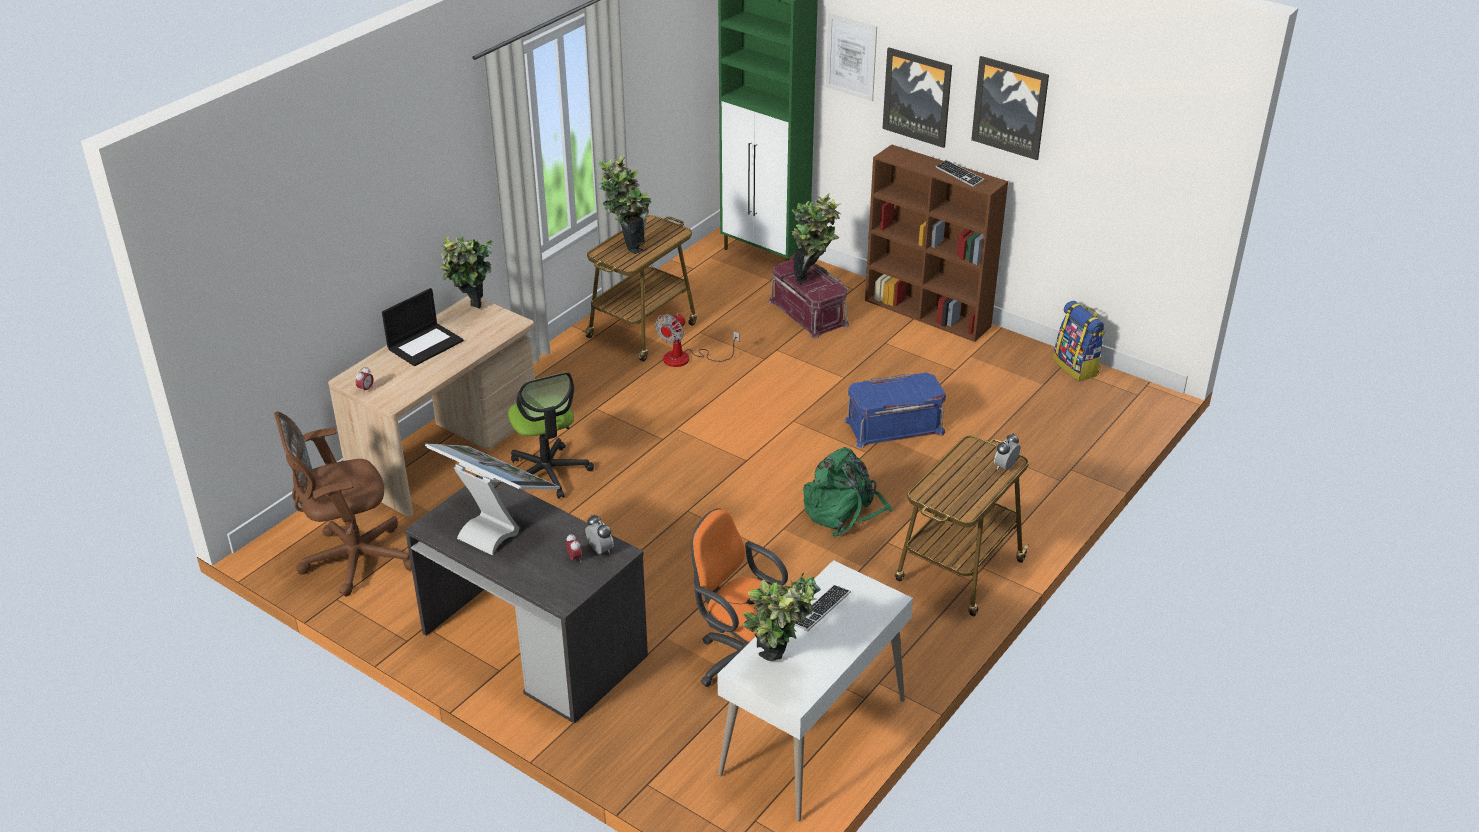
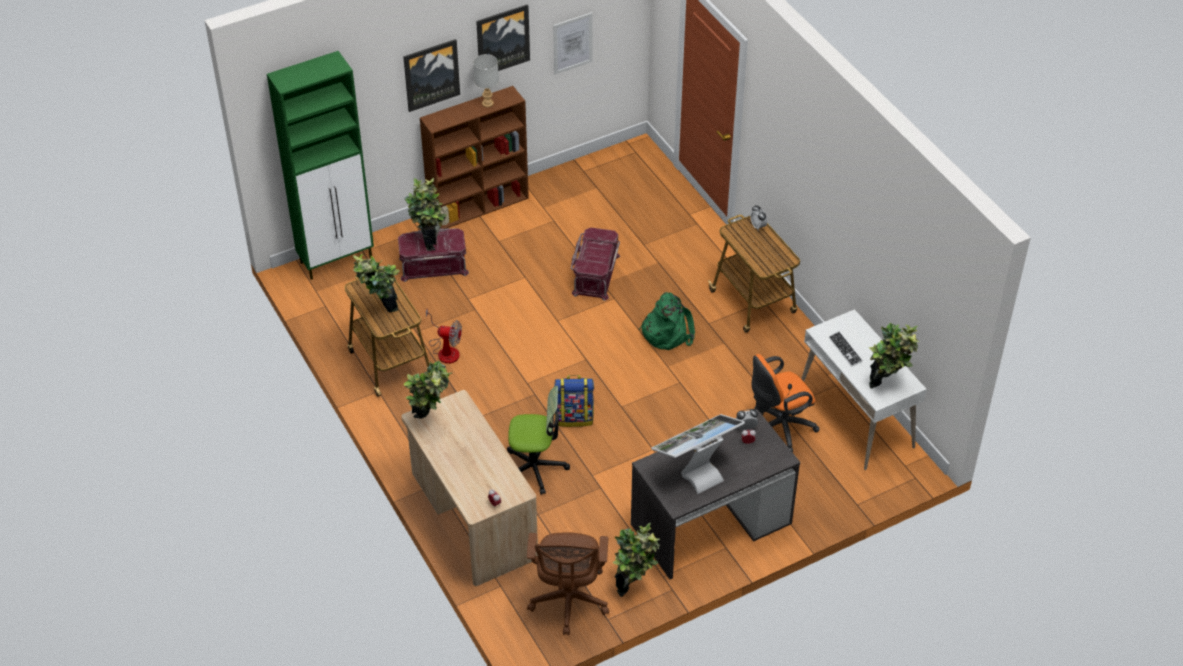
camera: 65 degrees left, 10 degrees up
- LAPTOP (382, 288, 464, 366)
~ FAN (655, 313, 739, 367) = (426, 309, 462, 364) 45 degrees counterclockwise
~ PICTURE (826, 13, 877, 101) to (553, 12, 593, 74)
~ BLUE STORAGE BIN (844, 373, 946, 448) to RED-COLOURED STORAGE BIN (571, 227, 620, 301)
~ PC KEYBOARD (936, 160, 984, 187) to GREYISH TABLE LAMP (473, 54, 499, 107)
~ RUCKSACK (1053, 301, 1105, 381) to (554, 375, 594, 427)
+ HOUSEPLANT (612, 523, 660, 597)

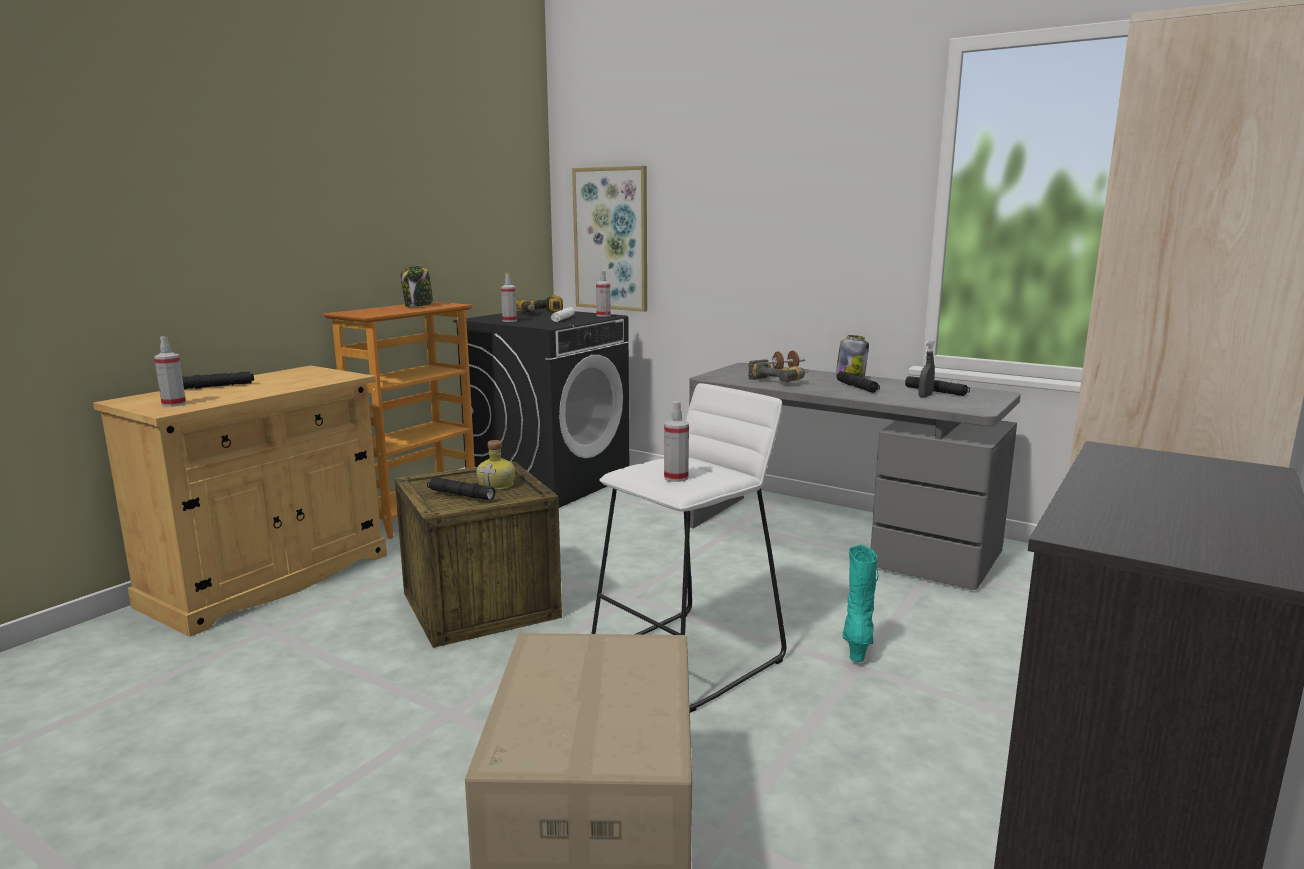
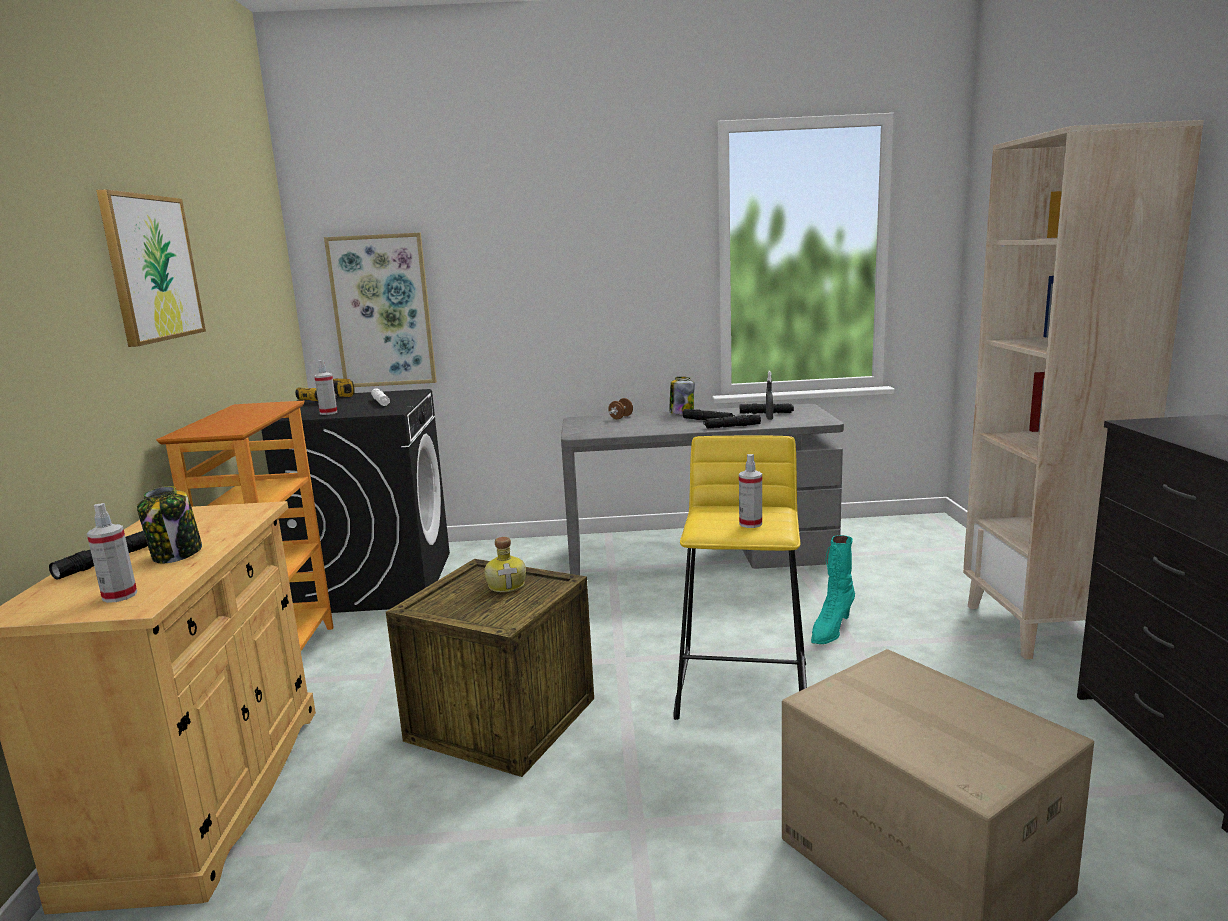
camera: 35 degrees left, 0 degrees up
~ STORAGE JAR (400, 265, 434, 307) to (137, 486, 202, 563)
~ BLACK HAND TORCH (427, 477, 495, 500) to (703, 414, 761, 429)
~ WHITE-COLOURED STOOL (591, 383, 786, 713) to YELLOW-COLOURED STOOL (673, 435, 807, 720)
- SPRAYER (596, 270, 611, 317)
- DRILL (748, 359, 809, 382)
~ BLUE-GREEN BOOT (842, 544, 879, 662) = (811, 535, 855, 644) 120 degrees counterclockwise
+ PICTURE (96, 189, 206, 347)

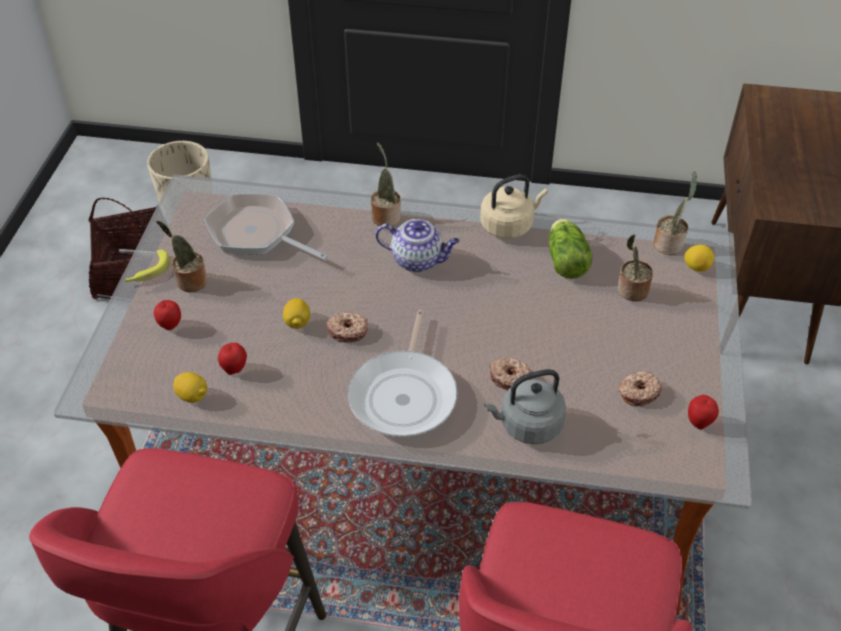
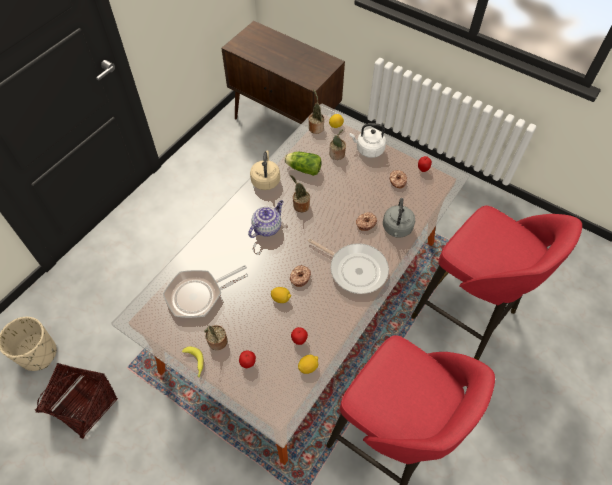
camera: 65 degrees left, 10 degrees up
~ HOUSEPLANT (371, 142, 401, 226) to (290, 175, 310, 212)
+ WHITE-COLOURED KETTLE (350, 123, 386, 158)

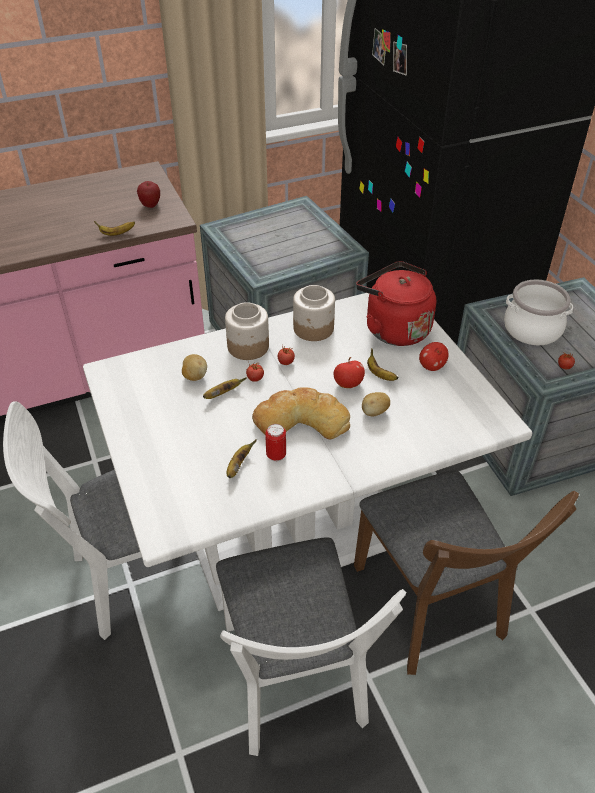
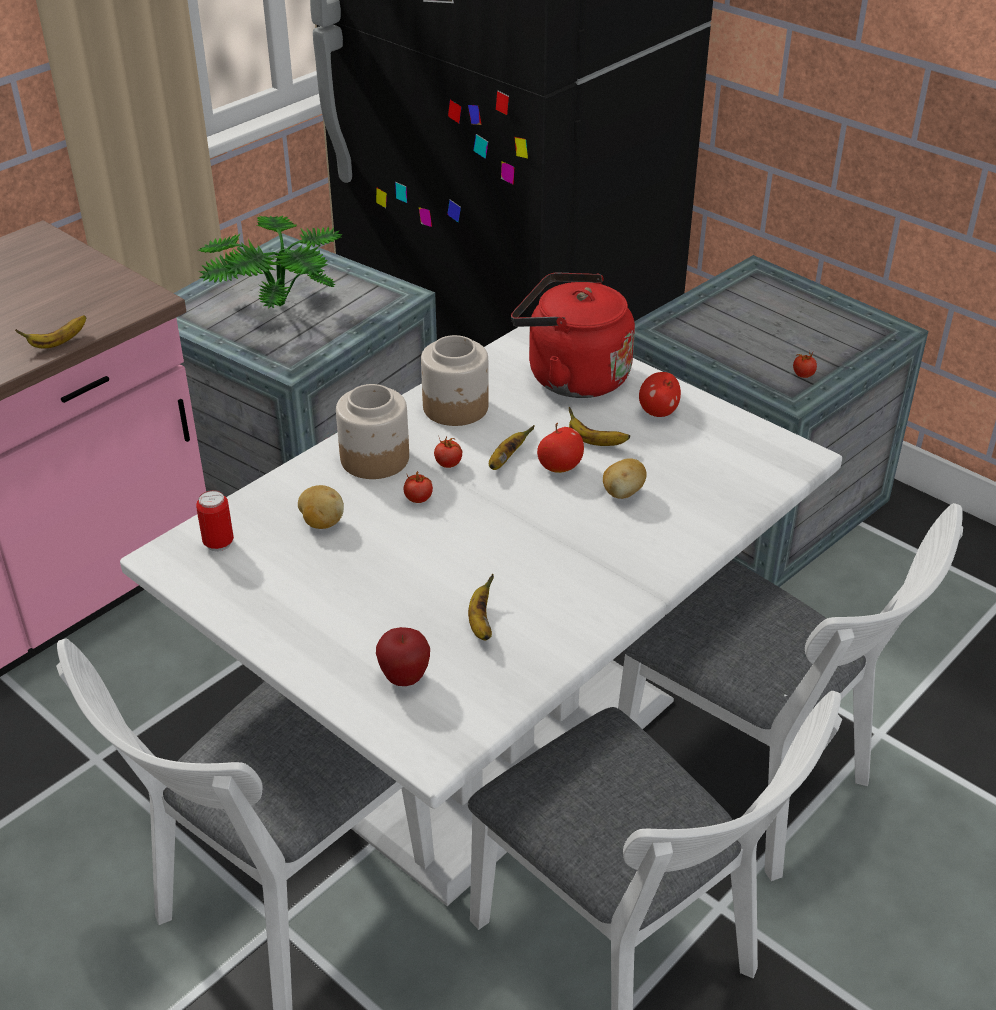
camera: 25 degrees left, 5 degrees down
~ WHOLE APPLE (137, 181, 160, 208) to (376, 627, 430, 686)
~ WHOLE BANANA (203, 377, 247, 399) to (489, 425, 535, 470)
- BAKERY BREAD (252, 387, 350, 439)
~ METAL CAN (265, 424, 286, 462) to (196, 490, 234, 552)
~ BROWN-COLOURED UPRIGHT CHAIR (354, 470, 579, 675) to WHITE-COLOURED UPRIGHT CHAIR (618, 503, 963, 881)
- STOCKPOT (504, 280, 573, 345)
+ HOUSEPLANT (197, 216, 343, 309)

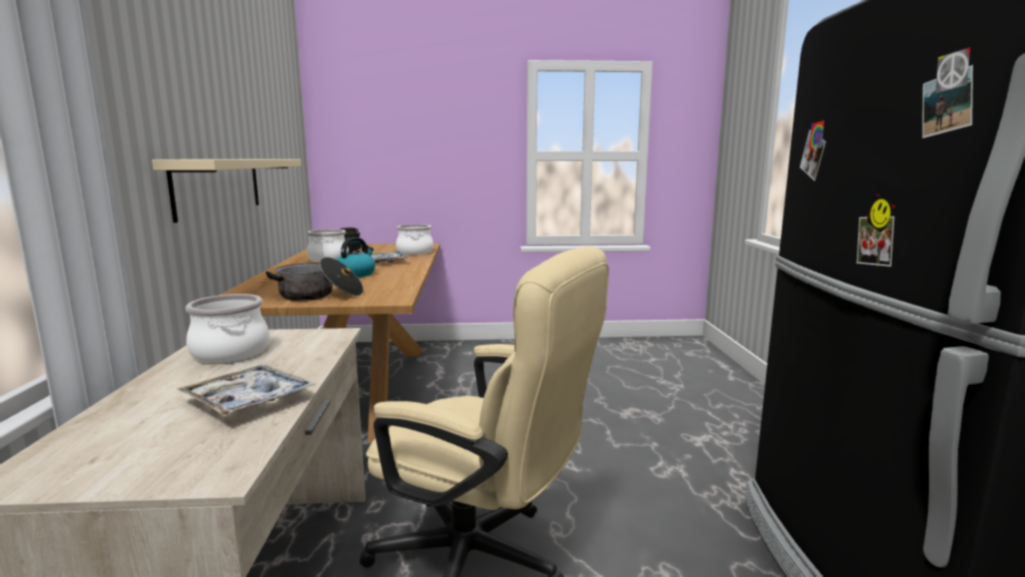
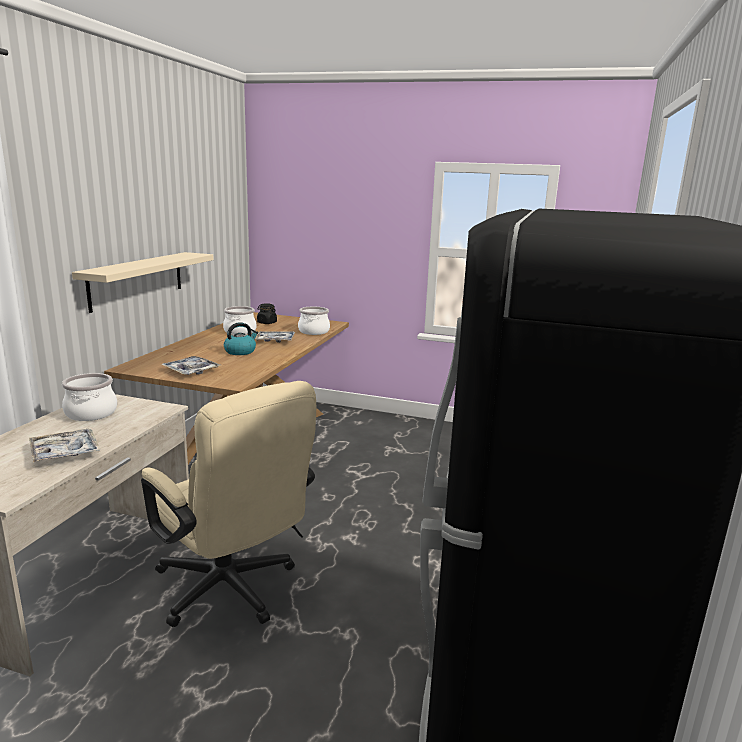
camera: 20 degrees right, 5 degrees up
~ STOCKPOT (266, 257, 363, 301) to CARRYING TRAY (161, 356, 220, 375)

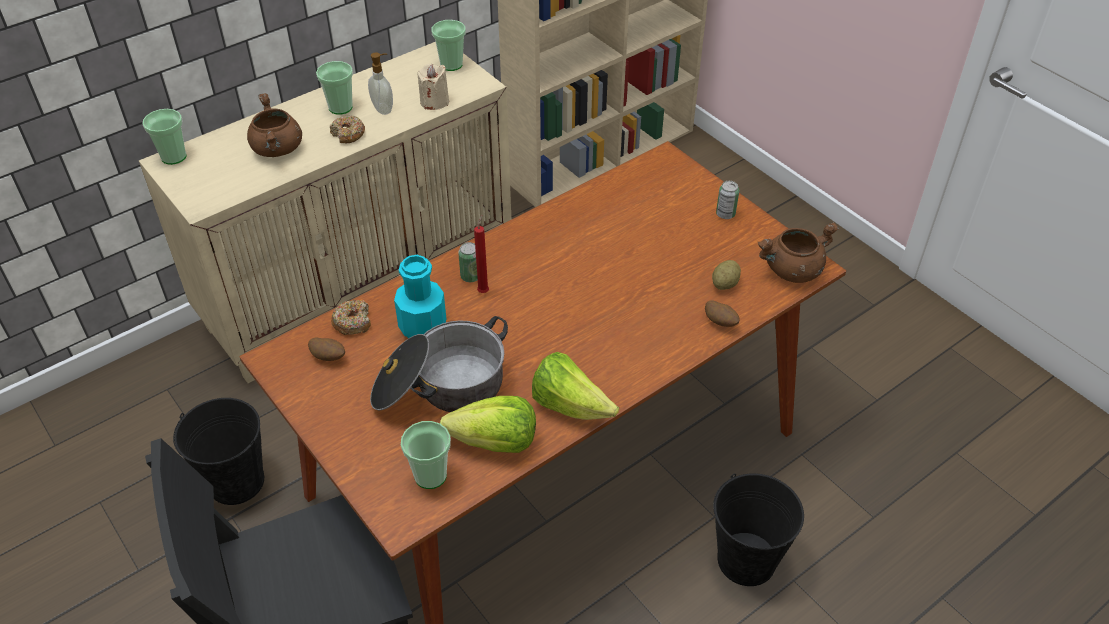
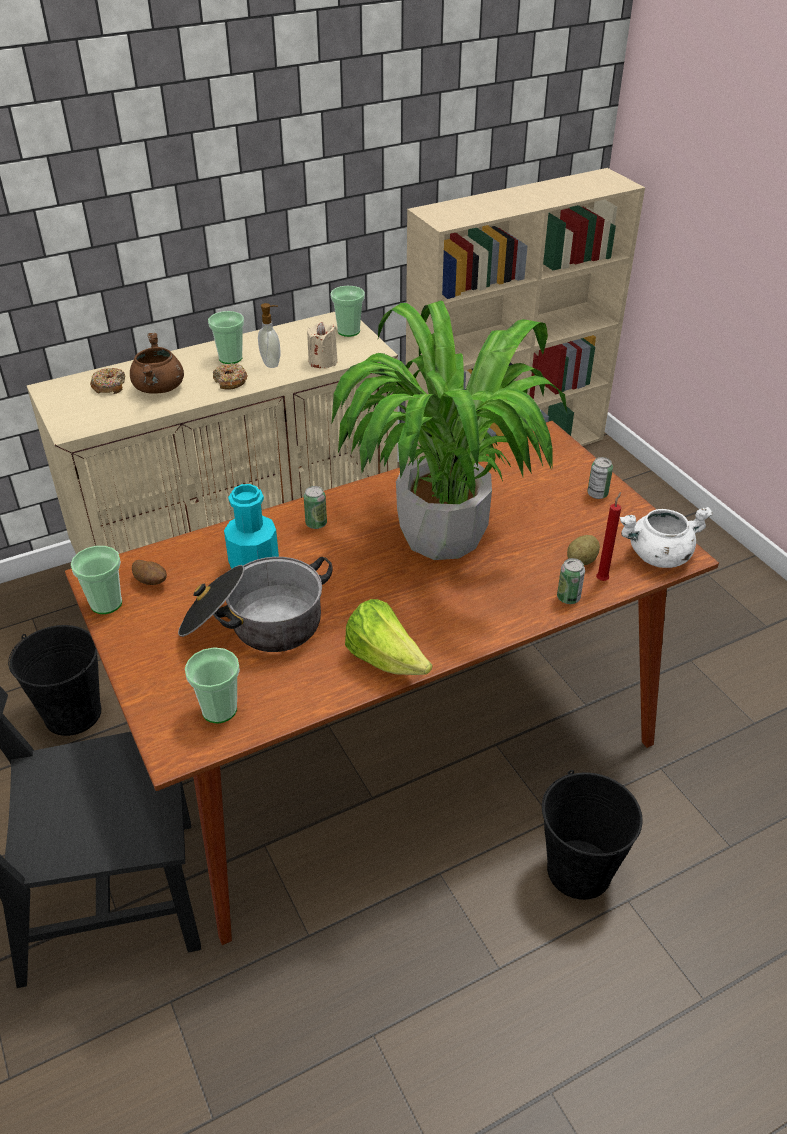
camera: 10 degrees right, 5 degrees down
~ CUP (143, 109, 187, 165) to (71, 546, 122, 614)
~ RING DOUGHNUT (331, 300, 371, 335) to (90, 368, 125, 394)
- HEAD OF LETTUCE (440, 396, 536, 453)
~ RED-COLOURED WAX CANDLE (474, 215, 489, 293) to (596, 492, 621, 581)
~ WHOLE POTATO (705, 300, 739, 327) to METAL CAN (557, 558, 585, 604)
~ BROWN-COLOURED STOCKPOT (758, 222, 839, 283) to WHITE-COLOURED STOCKPOT (620, 507, 713, 568)
+ HOUSEPLANT (332, 301, 567, 560)

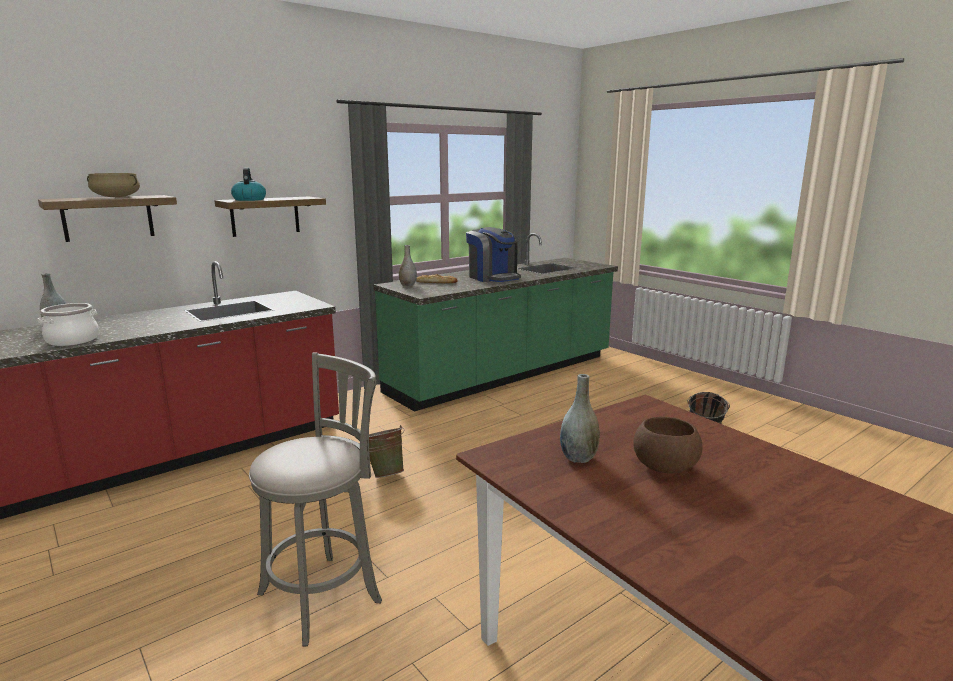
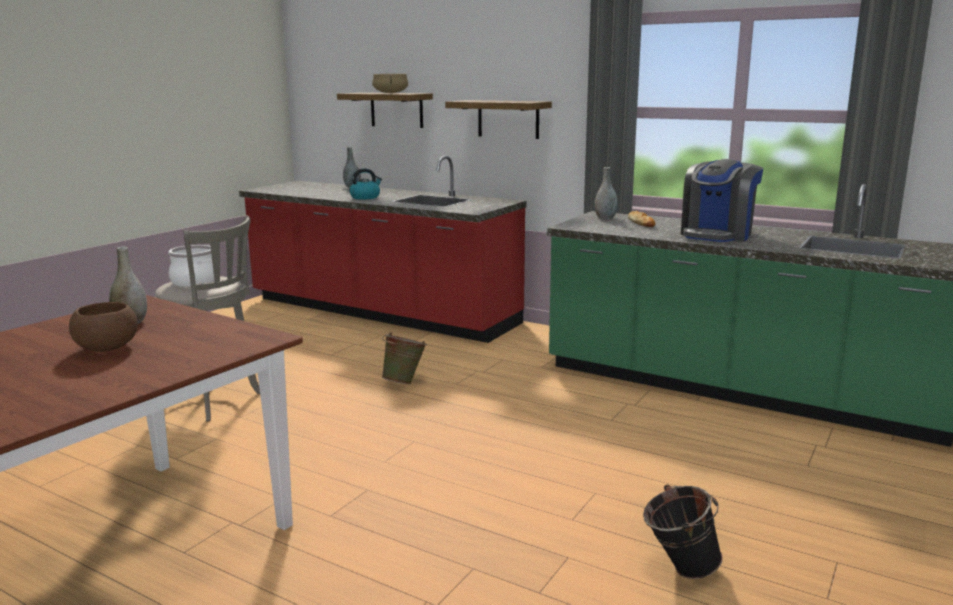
camera: 70 degrees right, 0 degrees up
~ STOCKPOT (38, 303, 99, 346) to (168, 245, 215, 287)
~ KETTLE (231, 167, 266, 201) to (349, 169, 382, 200)

